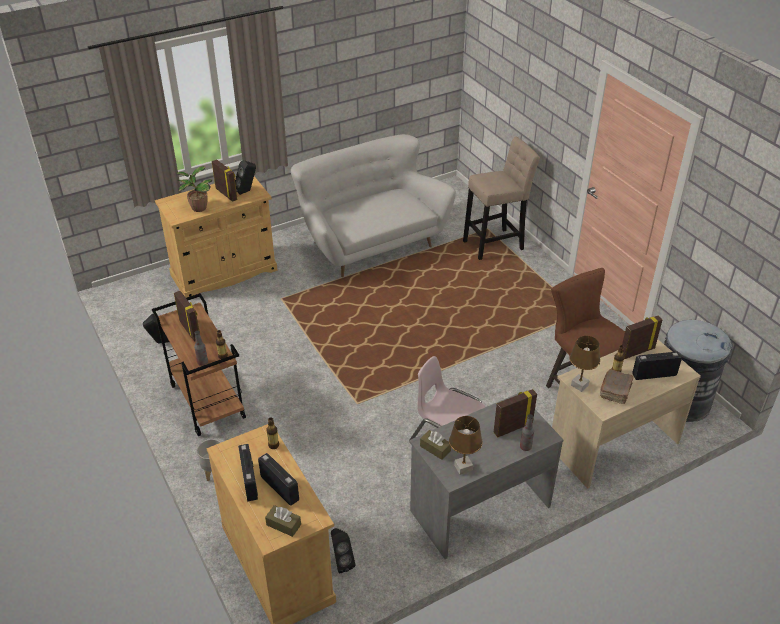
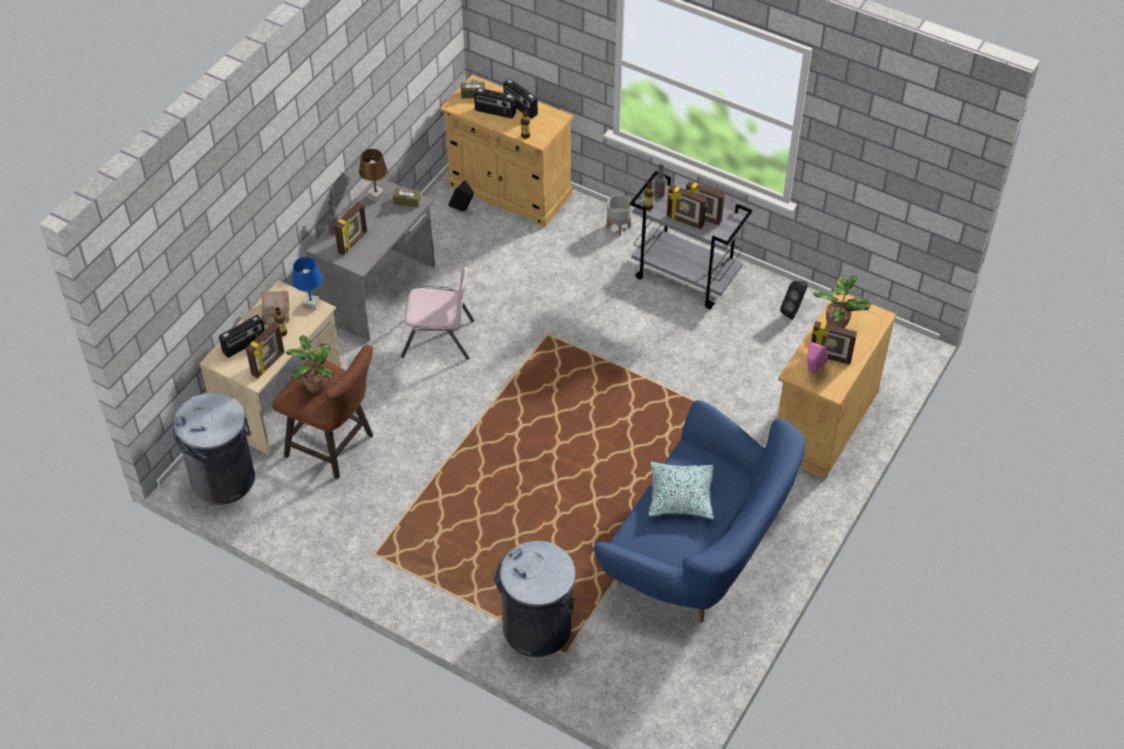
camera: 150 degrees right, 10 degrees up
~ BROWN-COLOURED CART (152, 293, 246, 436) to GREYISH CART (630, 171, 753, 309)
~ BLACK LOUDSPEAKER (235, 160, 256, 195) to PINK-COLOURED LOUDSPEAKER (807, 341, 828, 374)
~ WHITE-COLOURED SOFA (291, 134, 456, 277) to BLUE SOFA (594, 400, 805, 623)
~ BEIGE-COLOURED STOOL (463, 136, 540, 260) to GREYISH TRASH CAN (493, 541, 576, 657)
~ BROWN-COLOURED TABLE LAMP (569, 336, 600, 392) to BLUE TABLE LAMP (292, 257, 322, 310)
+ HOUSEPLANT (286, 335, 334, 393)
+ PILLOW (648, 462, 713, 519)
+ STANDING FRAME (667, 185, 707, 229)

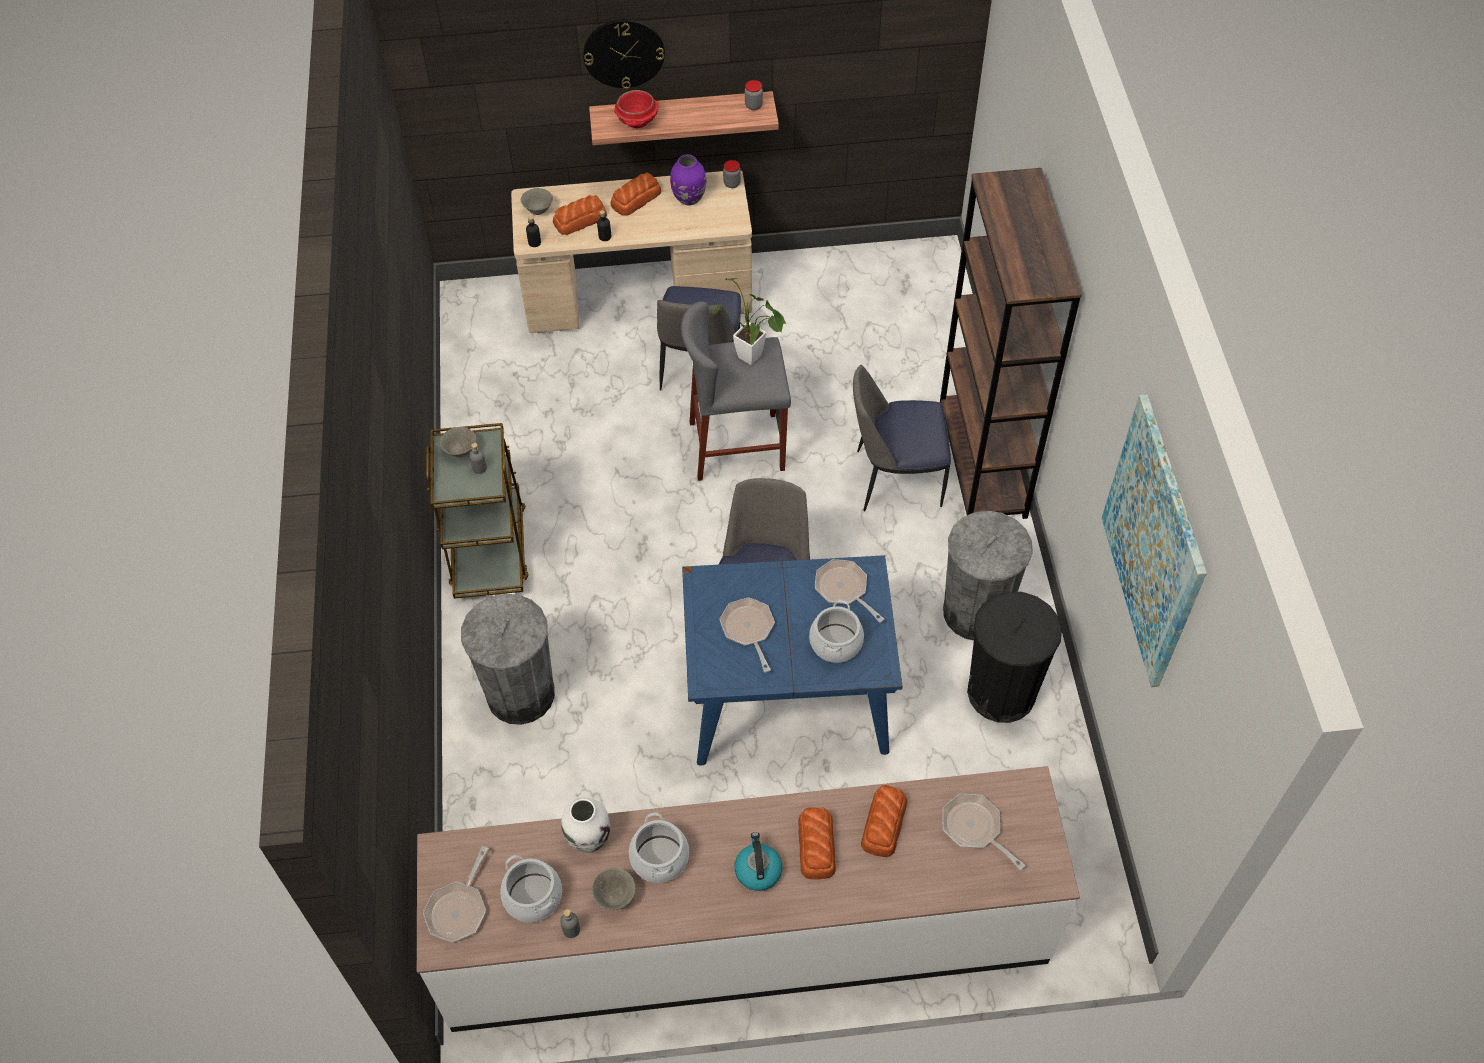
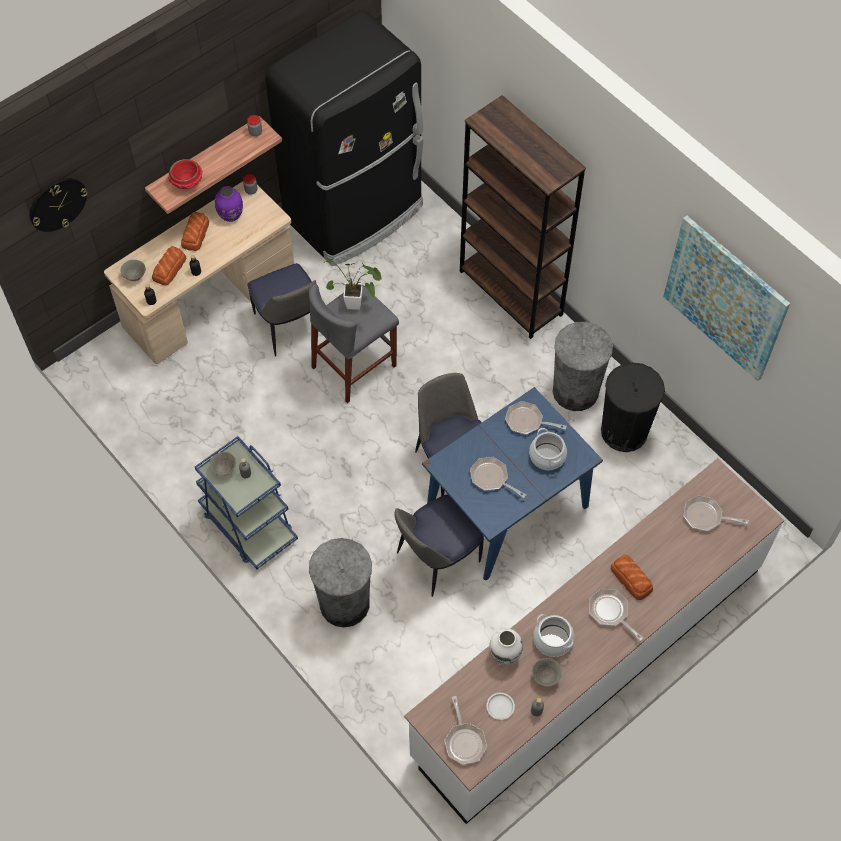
camera: 35 degrees left, 5 degrees up
~ BROWN-COLOURED CART (426, 423, 529, 599) to BLUE CART (195, 436, 298, 569)
~ STOCKPOT (500, 855, 562, 922) to WHITE-COLOURED DINNER PLATE (486, 693, 515, 720)
~ WALL CLOCK (583, 19, 665, 89) to (30, 178, 88, 232)
~ KETTLE (734, 832, 782, 891) to SKILLET (589, 589, 644, 641)
~ UPRIGHT CHAIR (853, 365, 951, 511) to (394, 494, 484, 597)
- BAKERY BREAD (861, 785, 907, 857)
+ BLACK FRIDGE (265, 10, 423, 266)

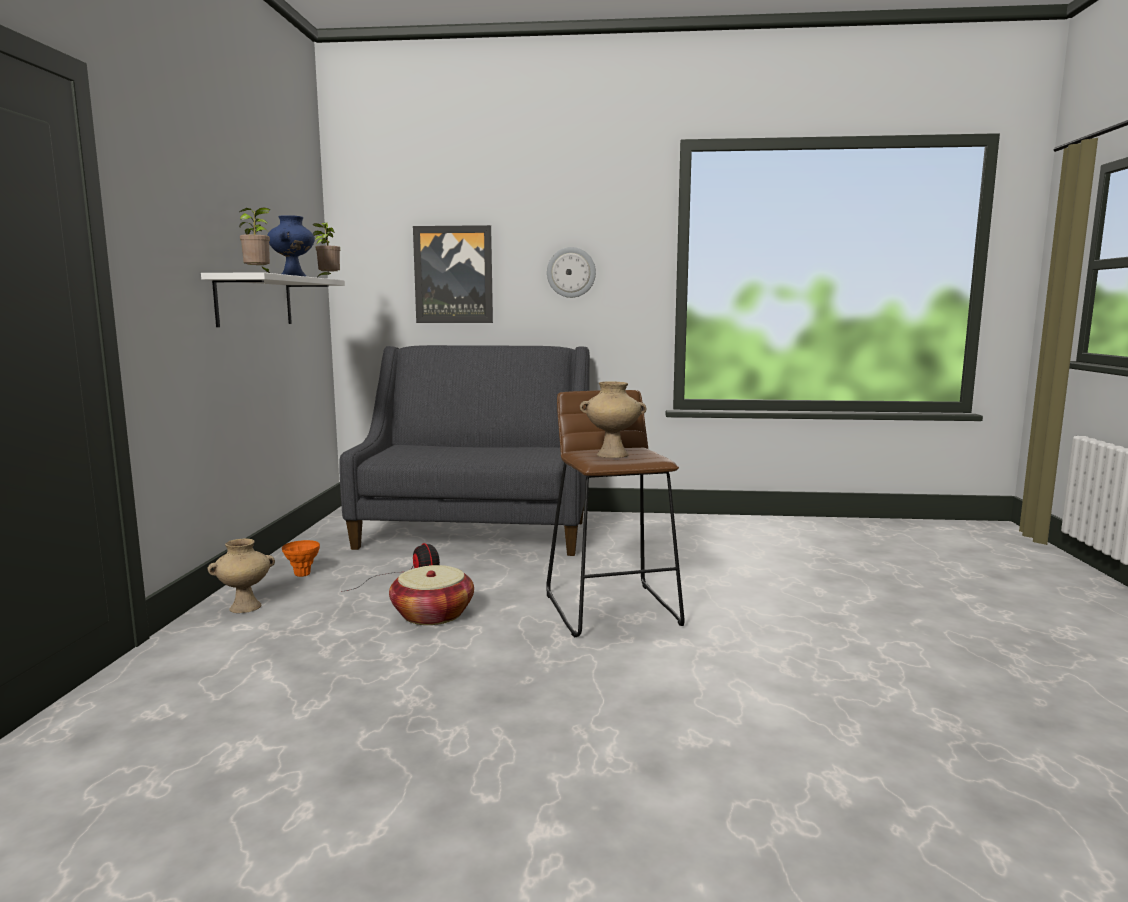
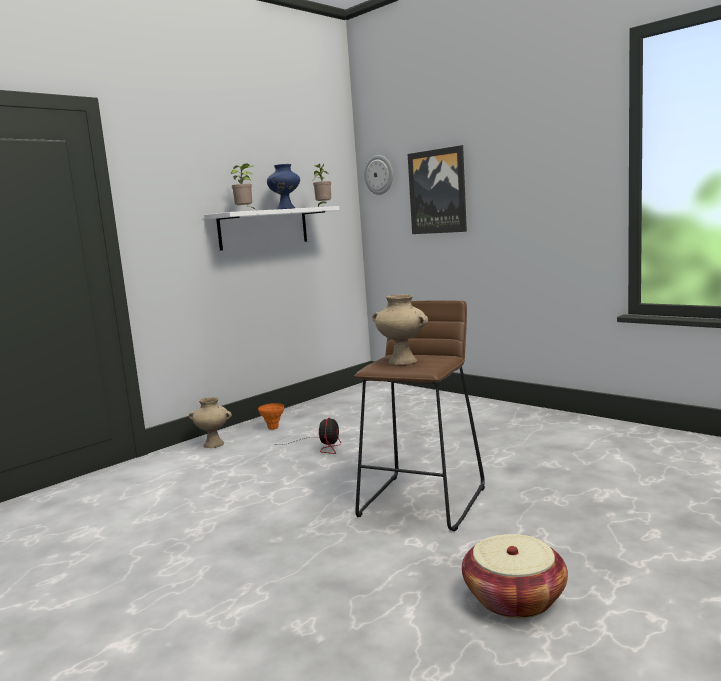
camera: 40 degrees right, 0 degrees up
- GREYISH SOFA (339, 345, 590, 556)
~ BASKET (389, 565, 474, 625) to (462, 534, 568, 619)
~ WALL CLOCK (547, 247, 596, 298) to (364, 155, 393, 195)

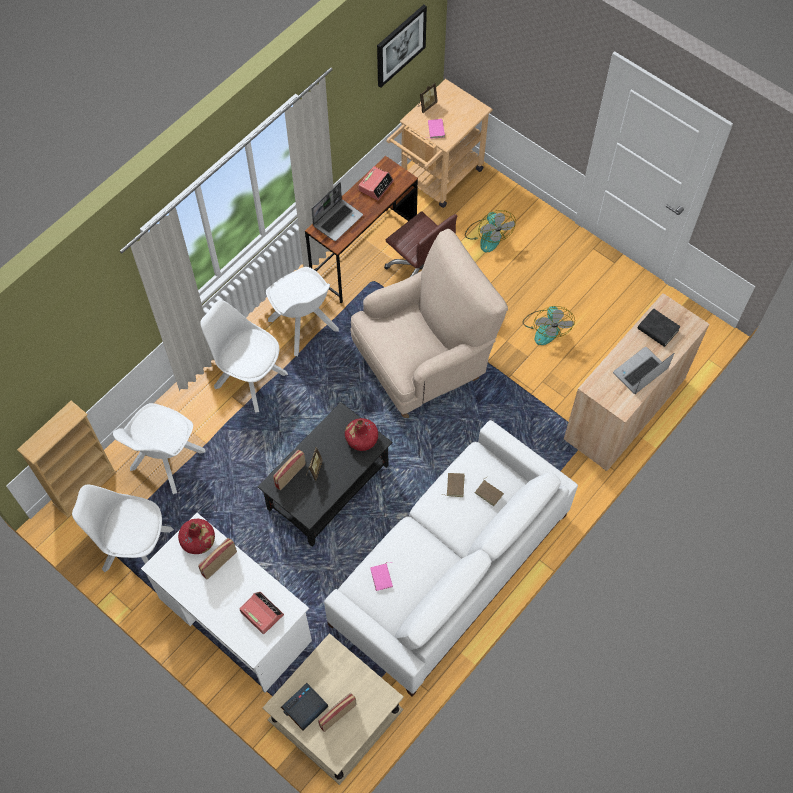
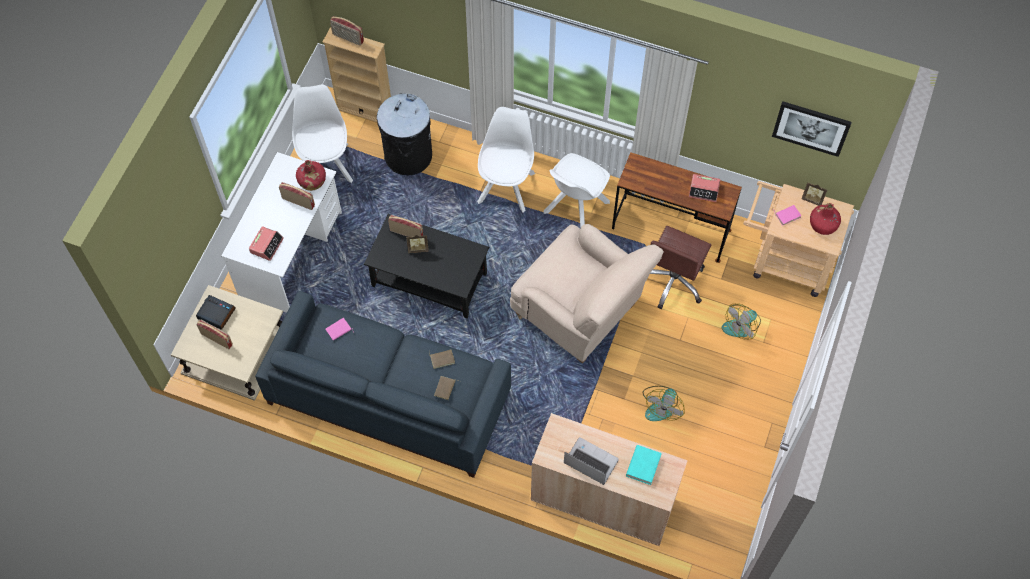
camera: 70 degrees right, 0 degrees up
~ WHITE-COLOURED UPRIGHT CHAIR (113, 403, 205, 494) to BLACK TRASH CAN (376, 93, 432, 175)
- LAPTOP (311, 182, 363, 241)
~ WHITE-COLOURED SOFA (324, 420, 578, 697) to BLUE SOFA (255, 291, 511, 478)
~ RED-COLOURED BOTTLE (345, 418, 378, 451) to (810, 203, 841, 235)
~ FAN (523, 306, 575, 345) = (643, 386, 685, 421) 45 degrees counterclockwise
~ BLACK VOLUME (637, 308, 681, 347) to BLUE-GREEN VOLUME (626, 445, 662, 485)
+ RADIO SET (330, 16, 364, 46)

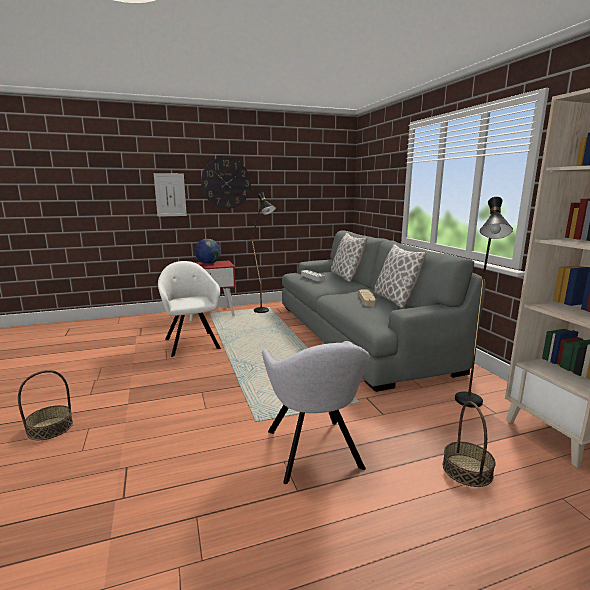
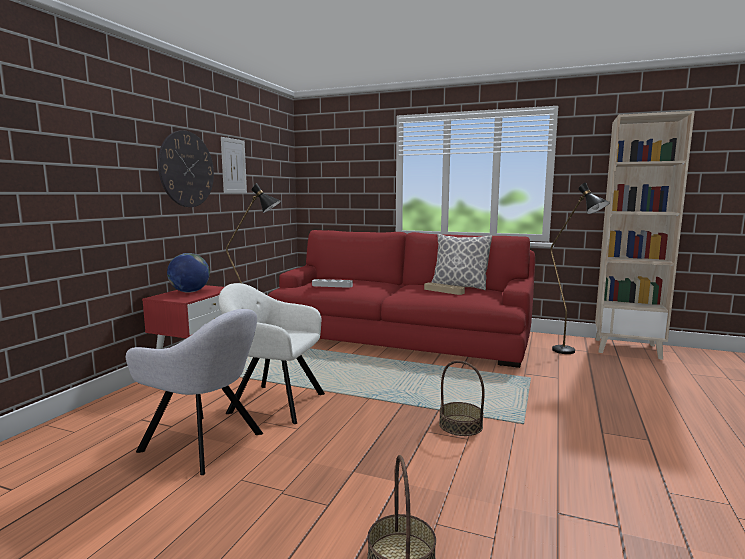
camera: 50 degrees left, 5 degrees down
~ PICTURE (154, 173, 187, 217) to (221, 137, 247, 193)
~ GREYISH ARMCHAIR (262, 341, 370, 484) to (126, 309, 263, 475)
~ GREYISH SOFA (282, 230, 486, 392) to RED-COLOURED SOFA (268, 230, 535, 368)
- PILLOW (331, 233, 367, 282)
~ BASKET (443, 401, 496, 487) to (439, 360, 485, 436)

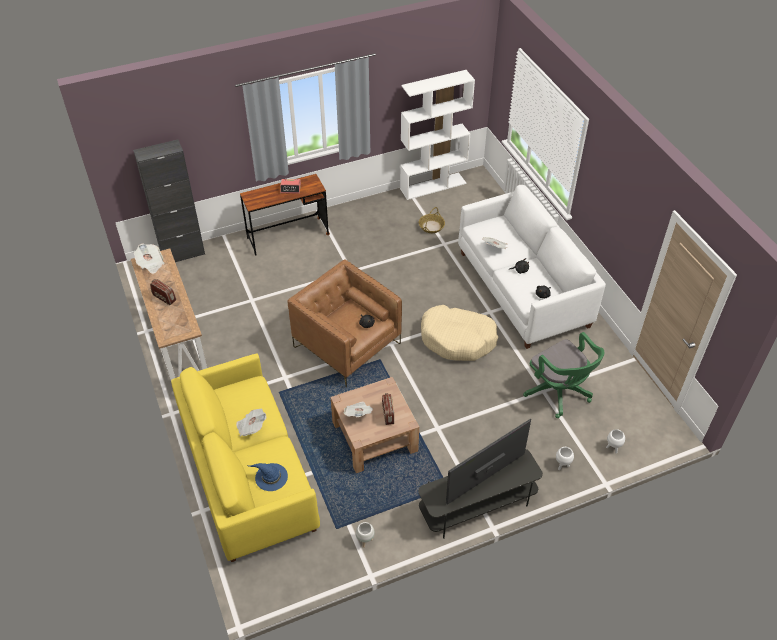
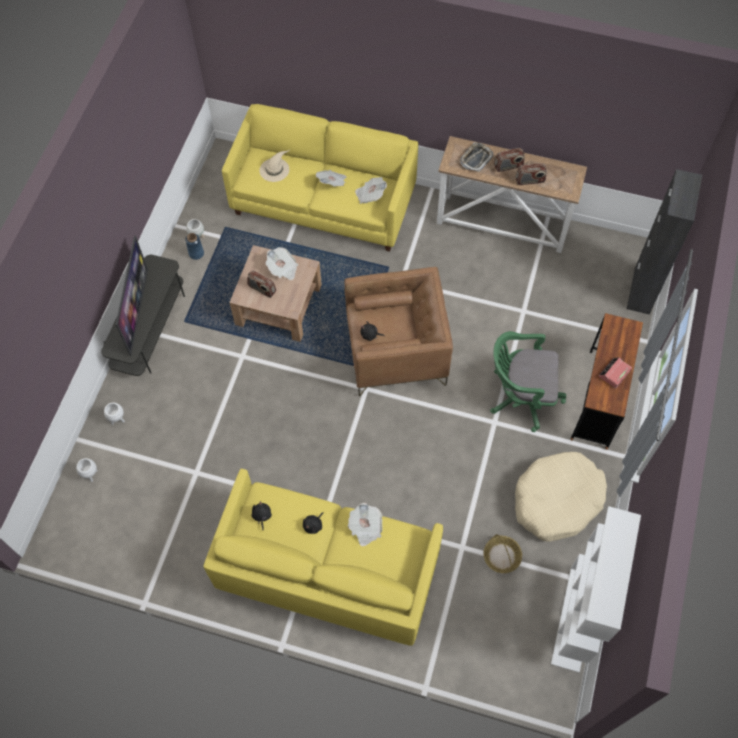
camera: 130 degrees right, 15 degrees up
~ DAILY PAPER (134, 243, 164, 274) to (355, 177, 387, 204)
~ BLUE WEARABLE HAT (247, 463, 288, 491) to BEIGE-COLOURED WEARABLE HAT (260, 150, 289, 182)
~ BEIGE-COLOURED DOG CUSHION (421, 305, 498, 361) to (515, 452, 607, 542)
~ WHITE-COLOURED SOFA (458, 185, 606, 349) to YELLOW-COLOURED SOFA (203, 469, 443, 646)
~ GREENISH COMPUTER CHAIR (523, 332, 604, 418) to (490, 331, 566, 432)
+ BLUE FLOWER VASE (185, 233, 204, 260)
+ CARRYING TRAY (460, 142, 493, 172)
+ RADIO SET (516, 163, 547, 185)

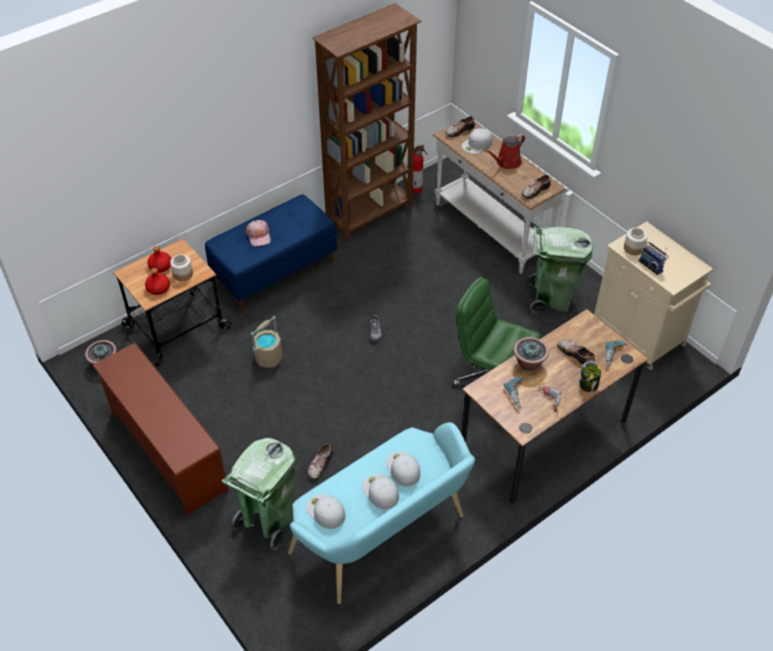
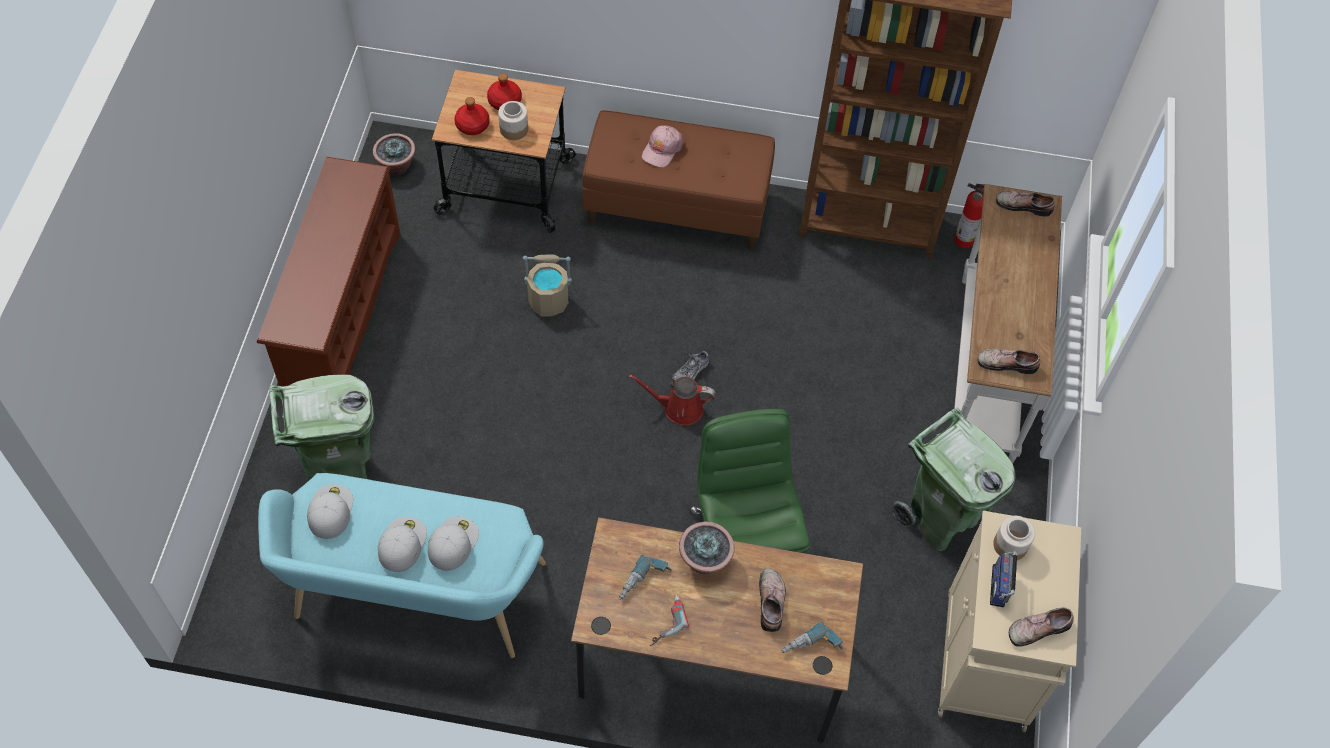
camera: 45 degrees right, 10 degrees up
~ BLUE BENCH (205, 194, 337, 310) to BROWN-COLOURED BENCH (582, 110, 775, 249)
~ LOW SHOE (307, 444, 333, 480) to (1009, 607, 1074, 647)
- WHITE-COLOURED BASEBALL CAP (462, 128, 492, 154)
~ RED-COLOURED WATERING CAN (485, 134, 525, 169) to (629, 375, 715, 426)
- STORAGE JAR (579, 361, 601, 392)

